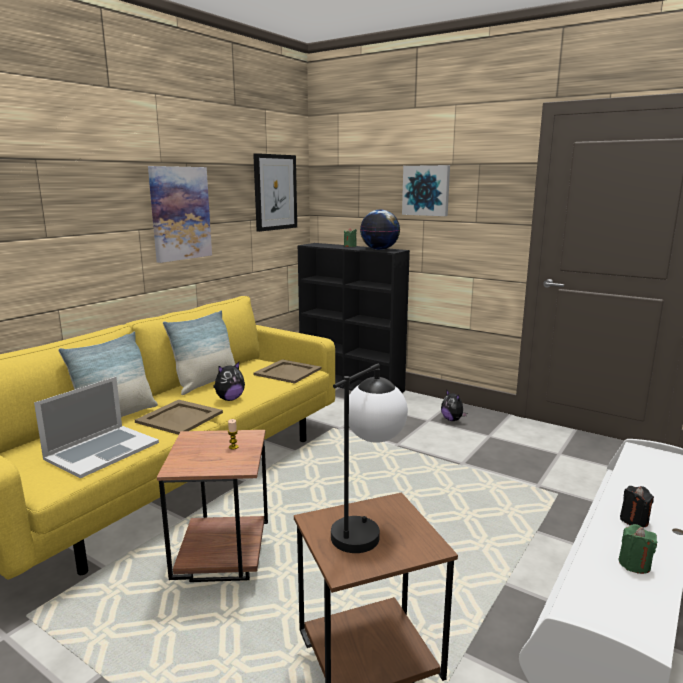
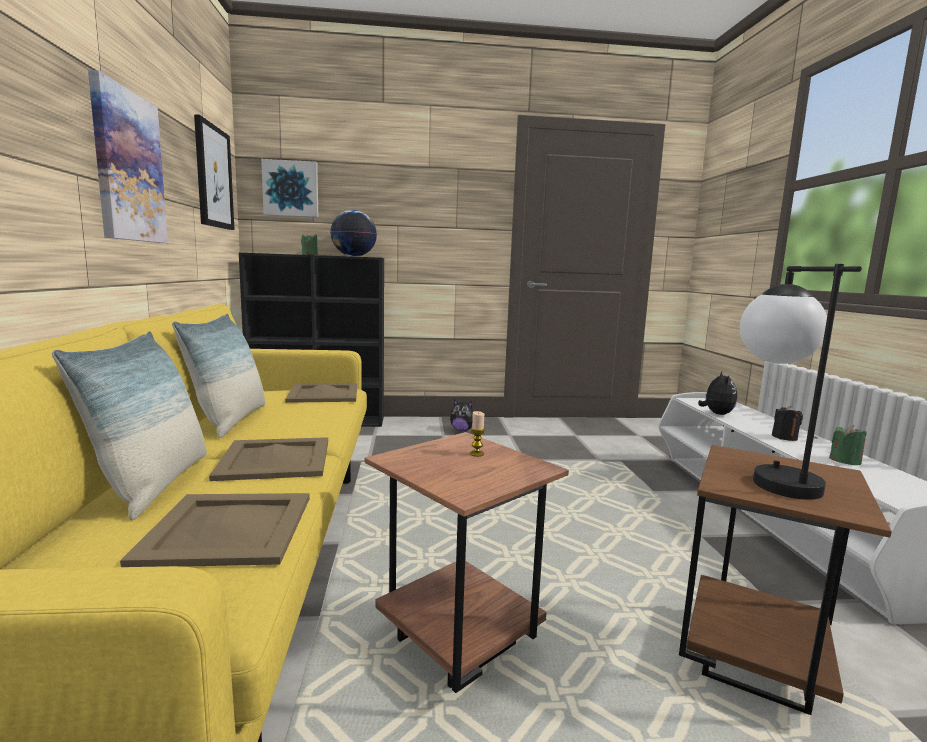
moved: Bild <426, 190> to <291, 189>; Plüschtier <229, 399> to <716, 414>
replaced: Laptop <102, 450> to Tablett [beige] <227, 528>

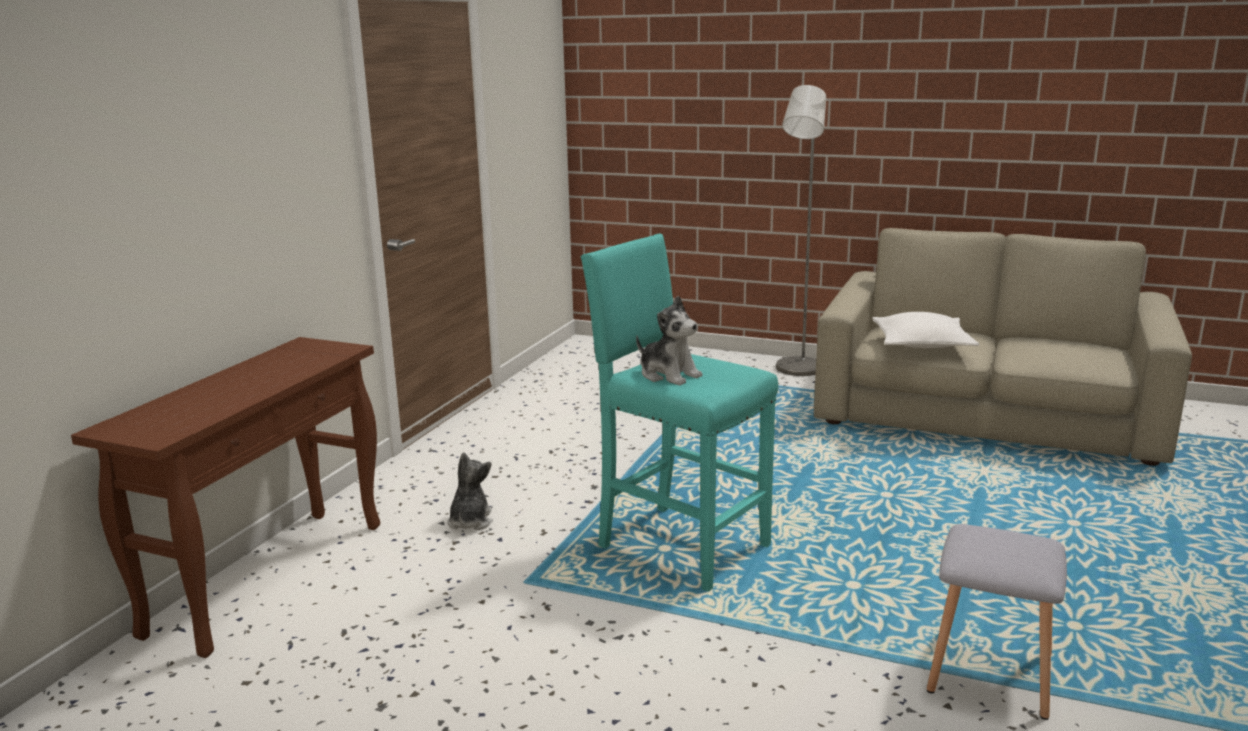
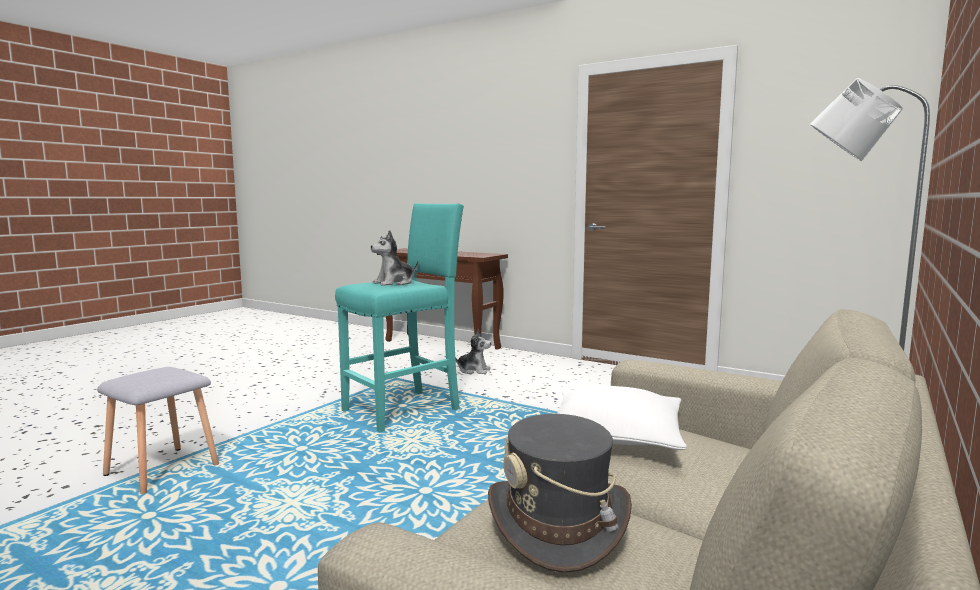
added: Hut [grau] <558, 524>

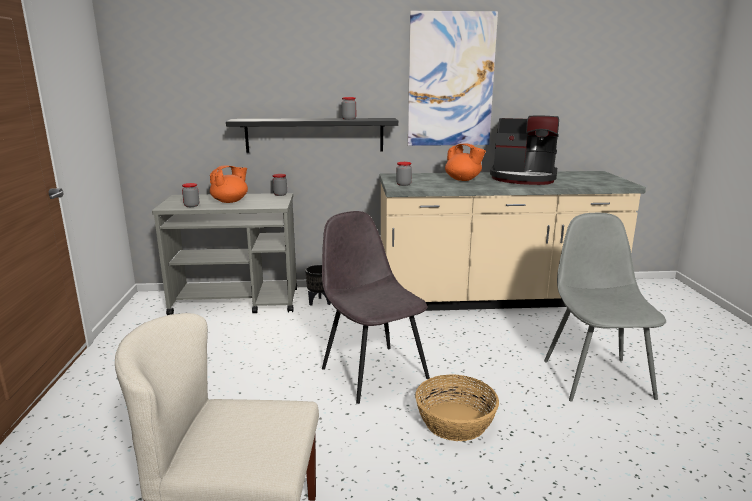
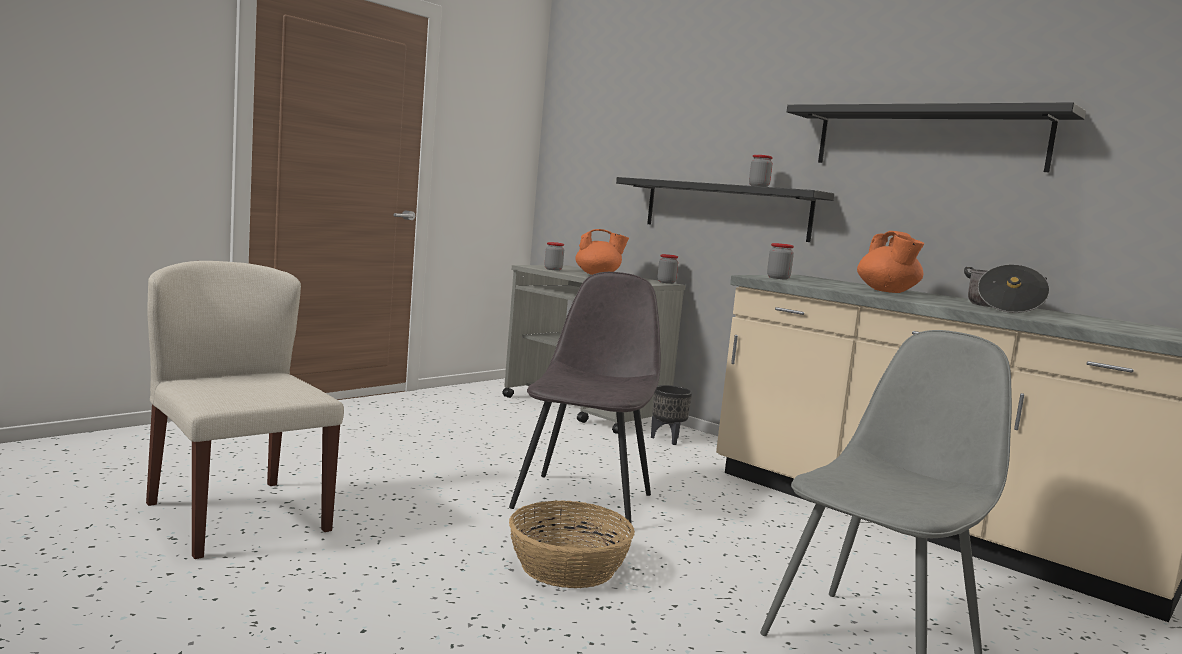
replaced: Bild <451, 80> to Wandregal [schwarz] <928, 139>; Kaffeemaschine <523, 178> to Kochtopf <1001, 308>

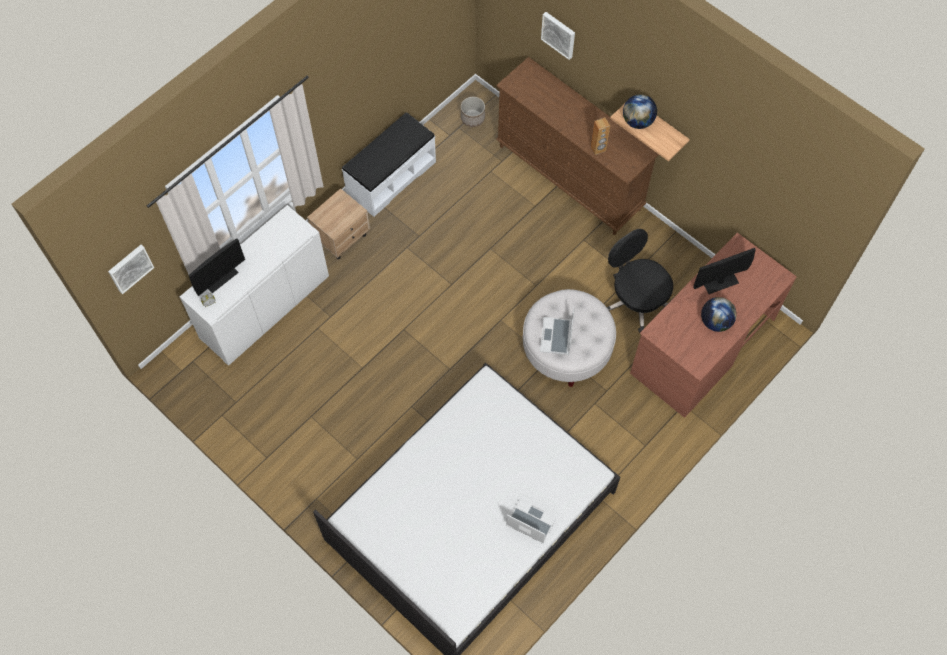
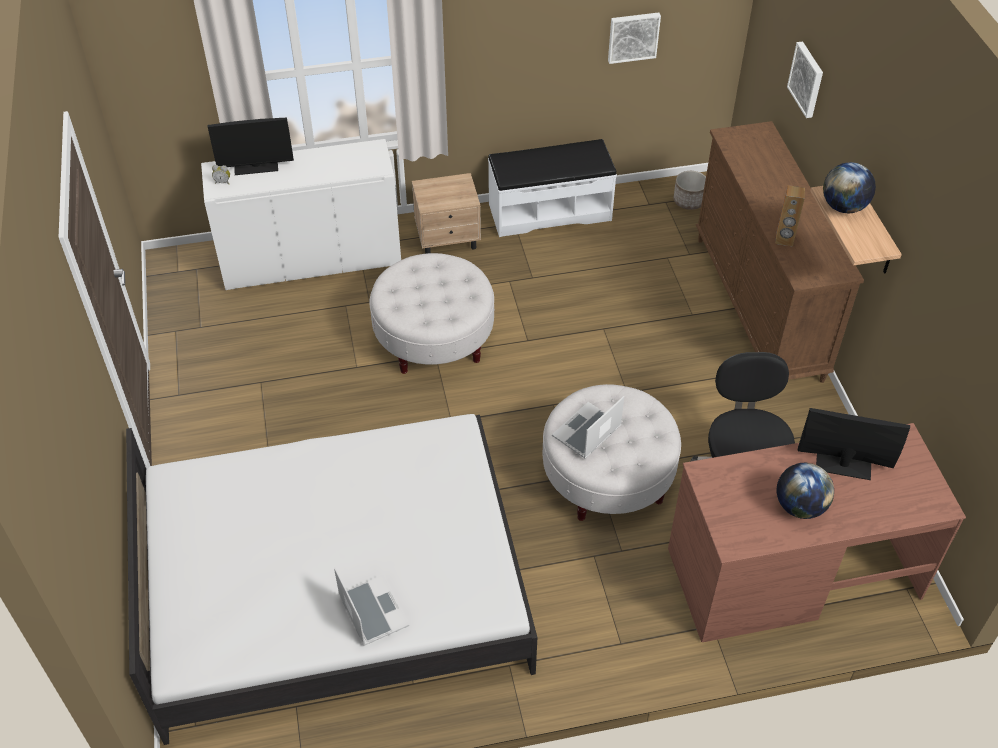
added: Polsterhocker [weiß] <434, 339>
moved: Bild <130, 268> to <633, 36>

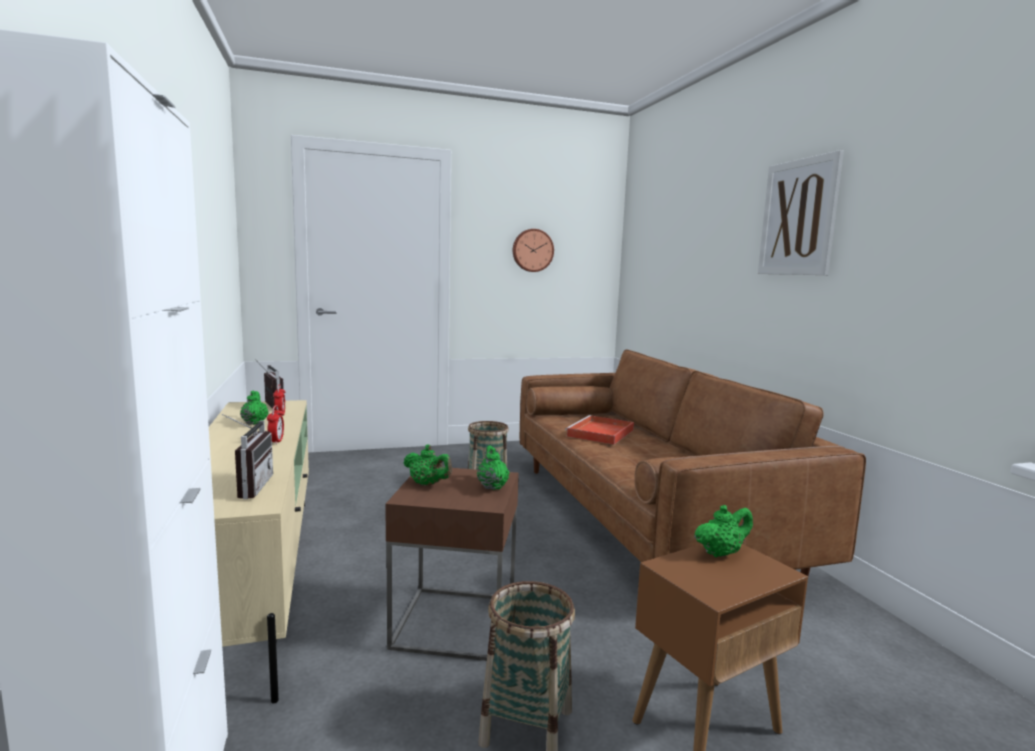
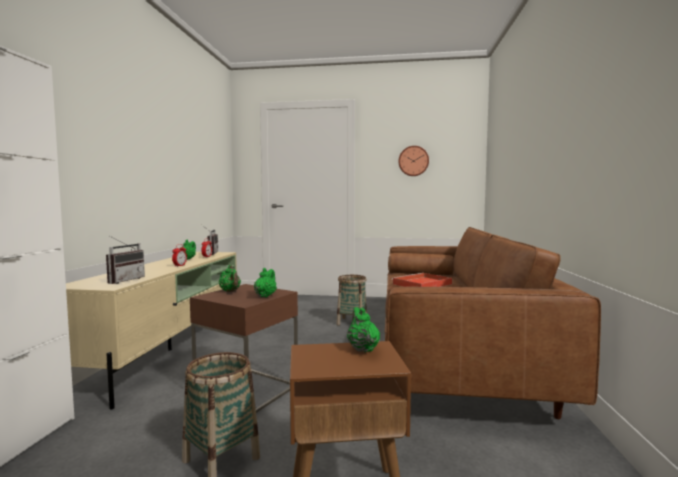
removed: Bild <798, 217>
turned: Teekanne [grün] <721, 553> = <362, 348> 105 degrees counterclockwise

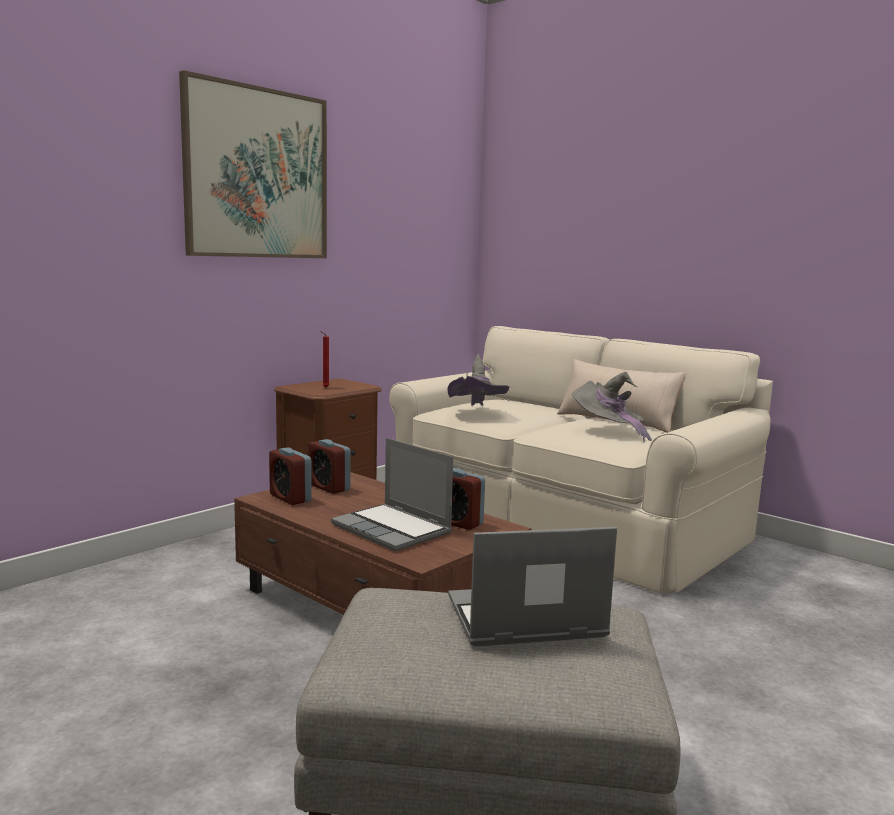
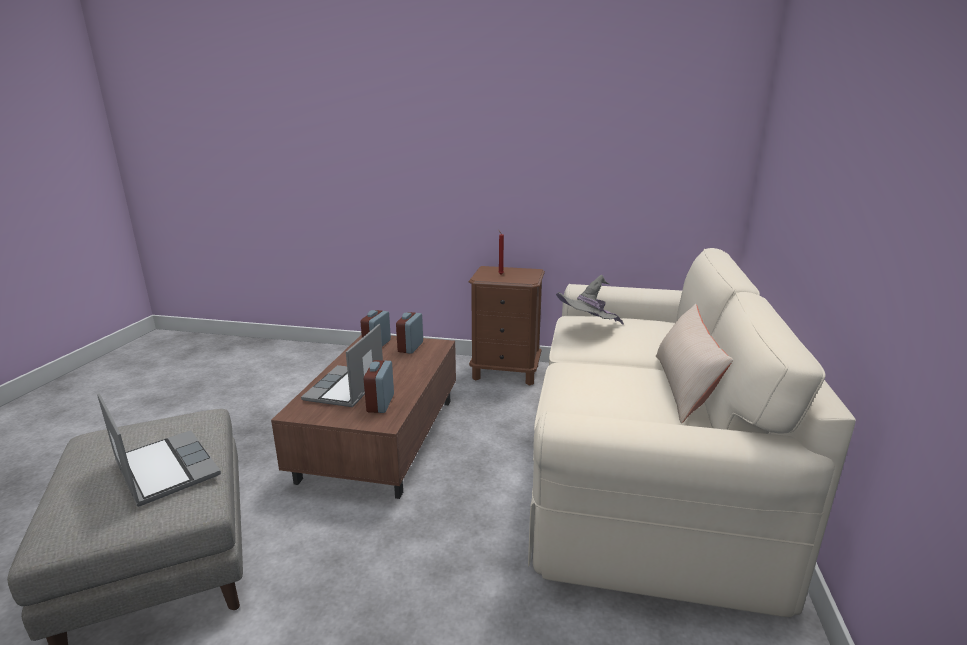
removed: Bild <257, 174>; Hut [grau] <608, 432>

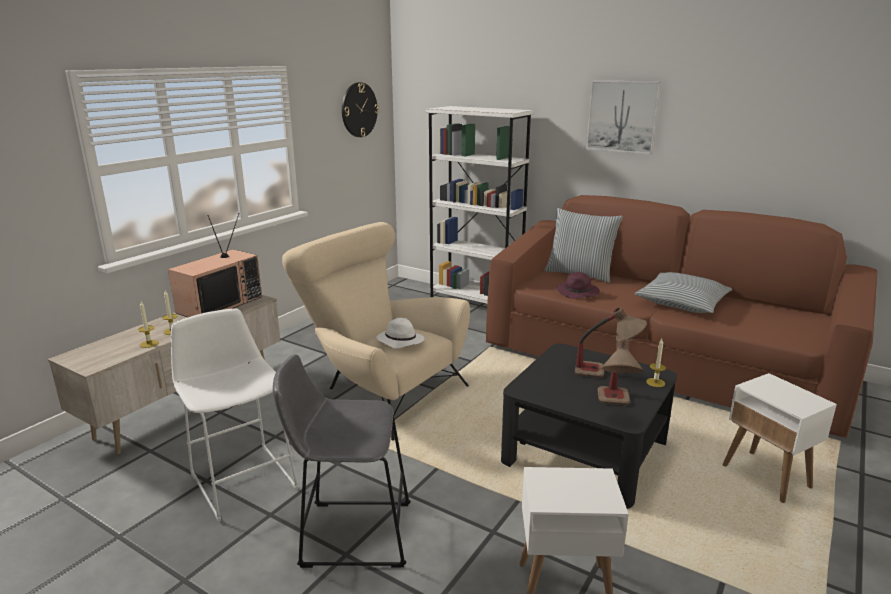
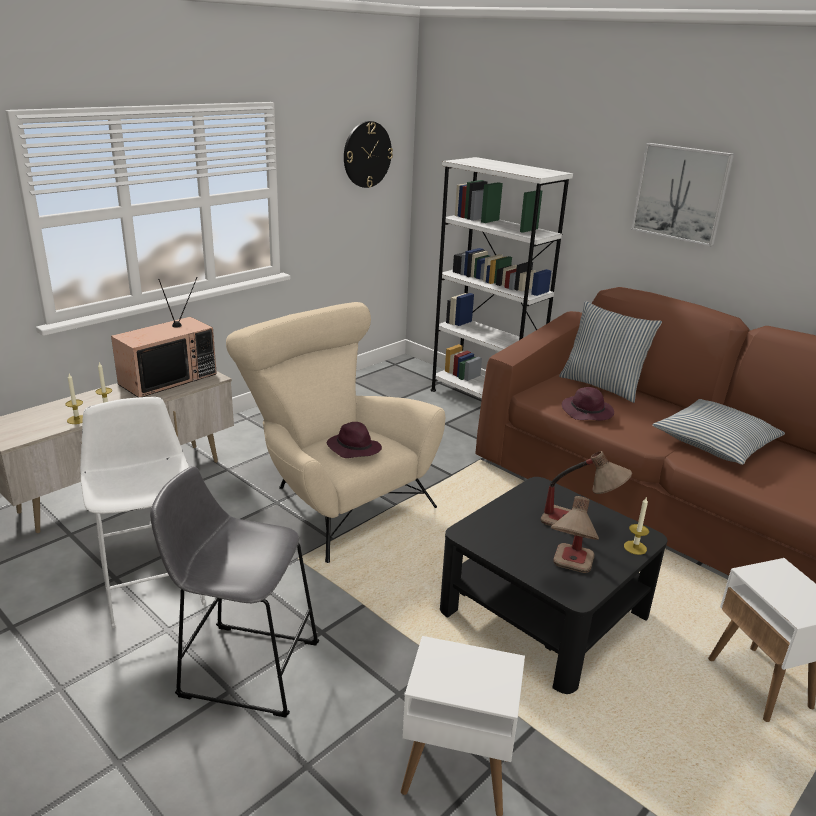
recoloured: Hut [weiß] <399, 341> to Hut [lila] <353, 448>

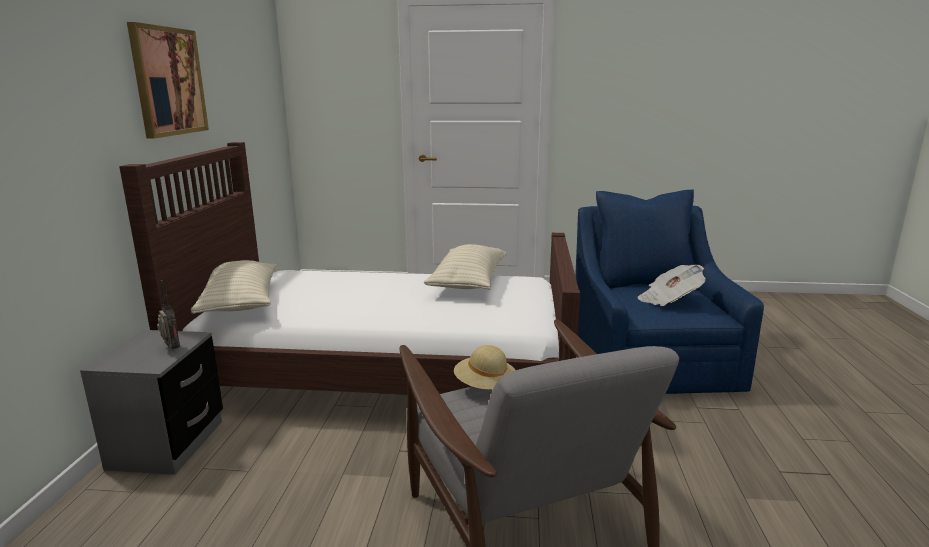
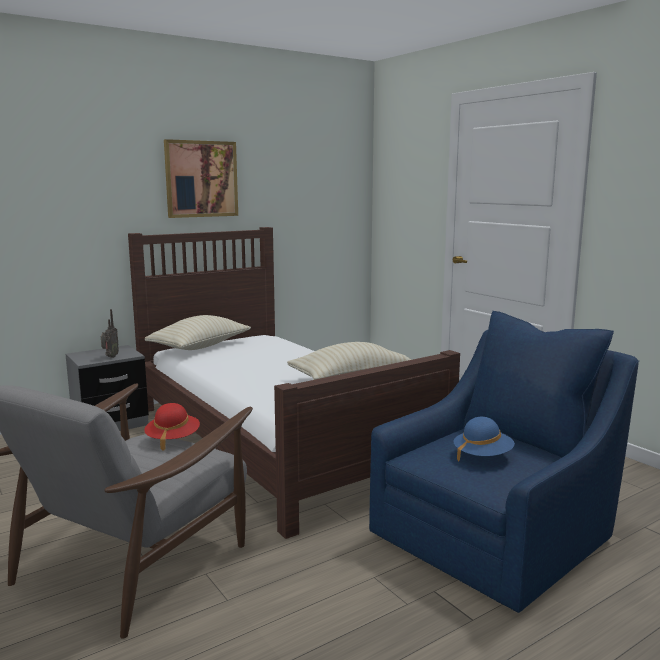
replaced: Zeitung <669, 300> to Hut [blau] <482, 456>
recoloured: Hut [beige] <484, 386> to Hut [rot] <173, 439>

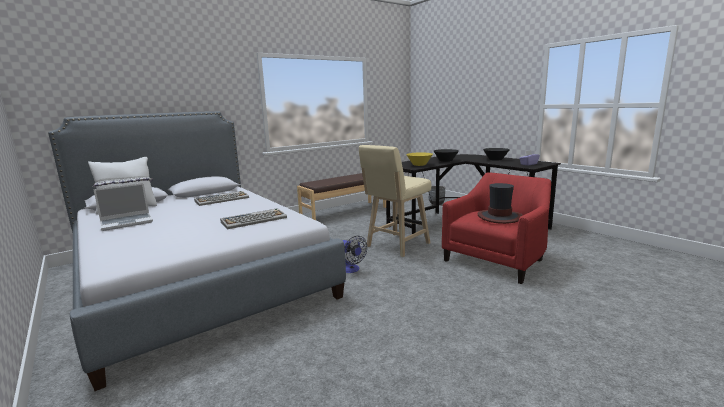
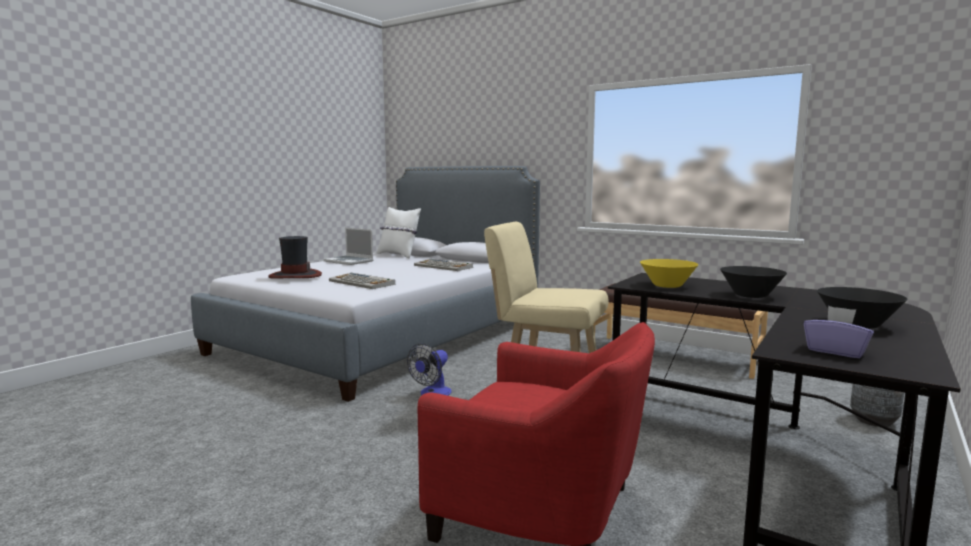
moved: Hut <499, 217> to <295, 275>

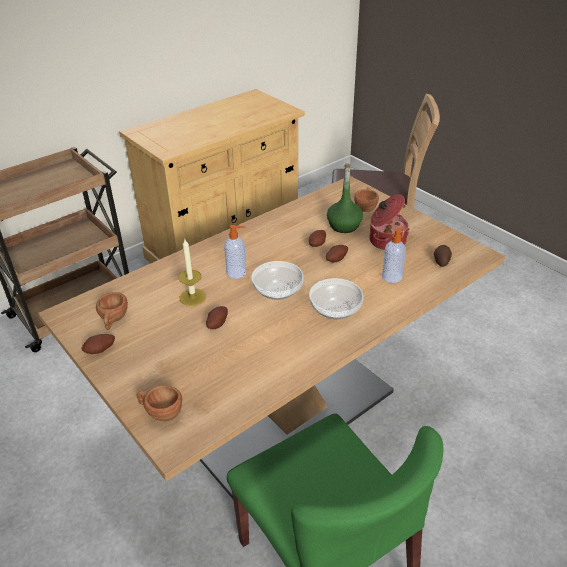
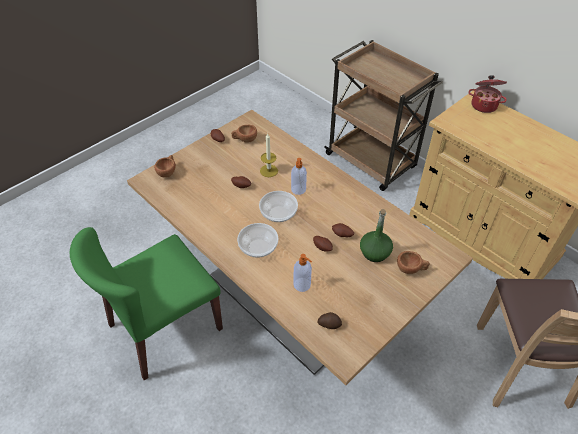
moved: Kochtopf <386, 241> to <484, 105>

